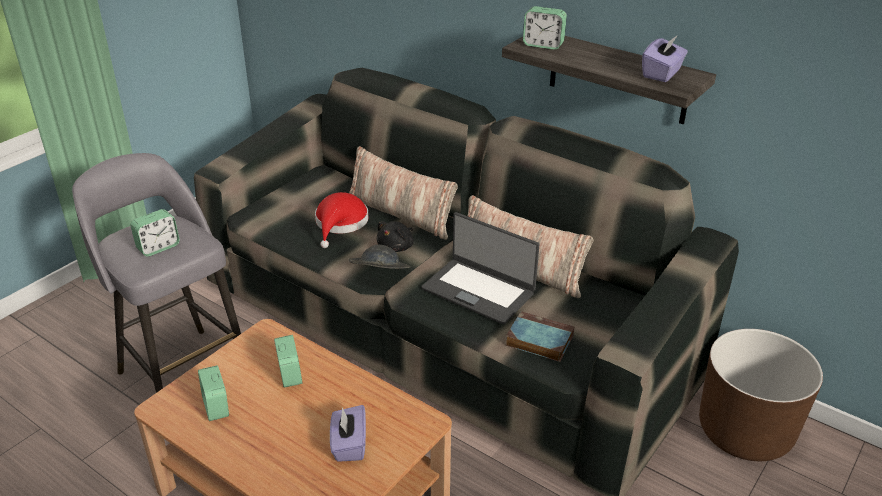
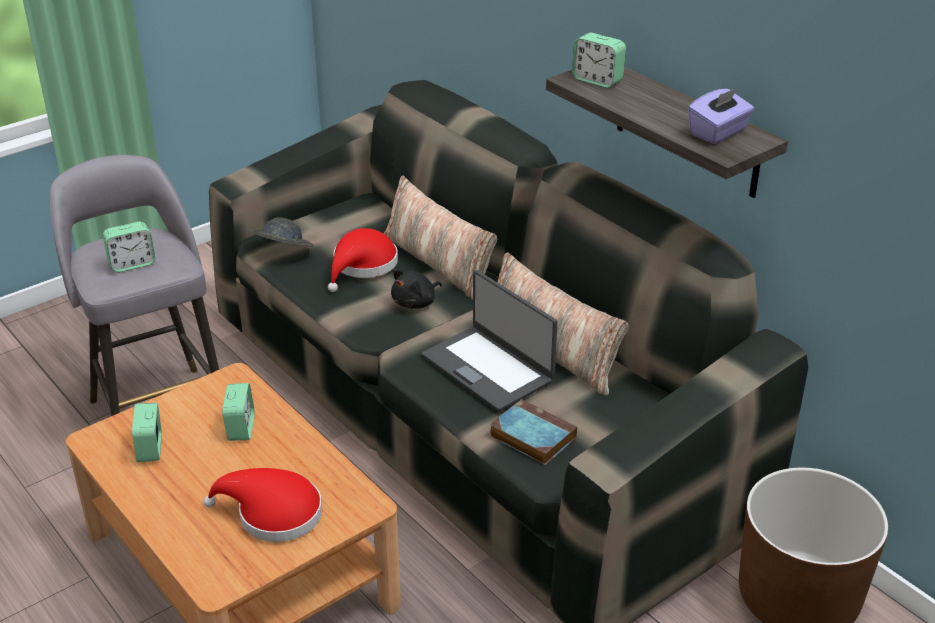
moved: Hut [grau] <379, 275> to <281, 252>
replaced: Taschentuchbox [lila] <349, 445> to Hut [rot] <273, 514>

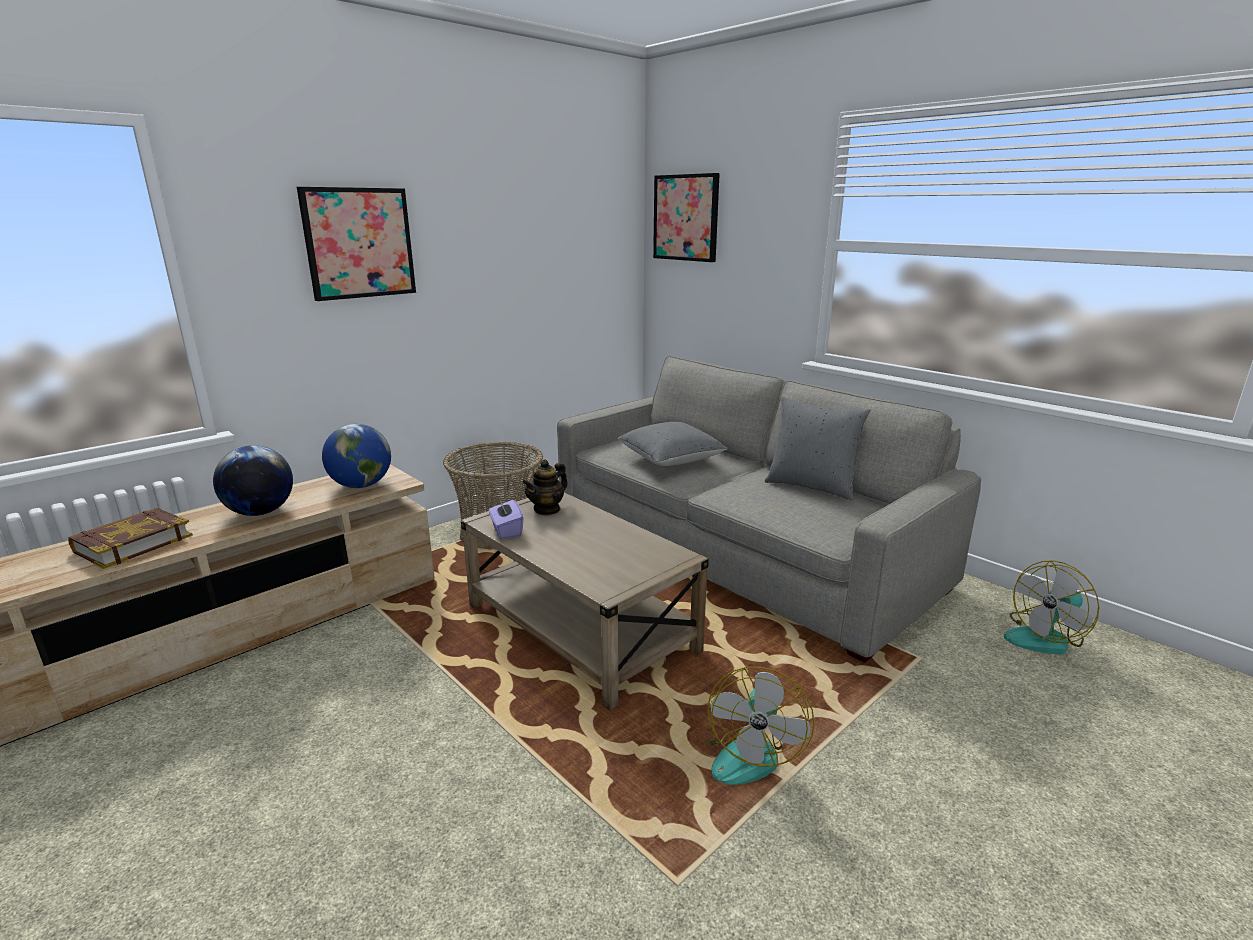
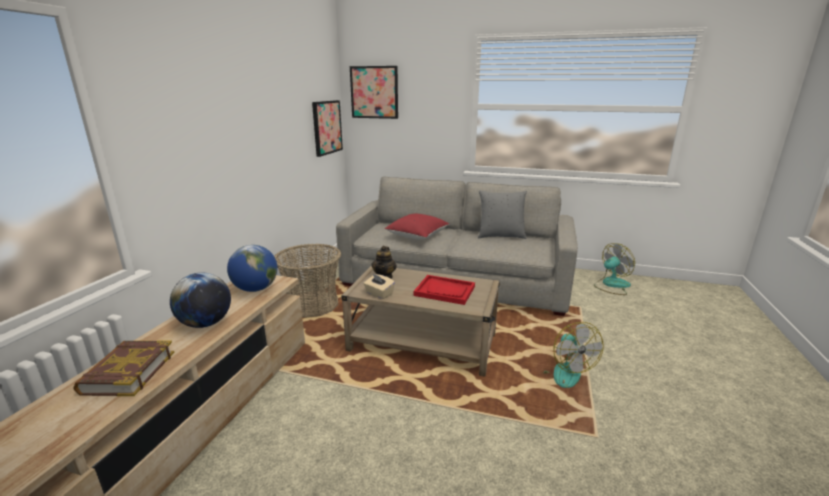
added: Tablett [rot] <445, 291>
moved: Bild <359, 243> to <326, 127>
recoloured: Taschentuchbox [lila] <506, 531> to Taschentuchbox [beige] <379, 294>; Kissen [grau] <671, 460> to Kissen [rot] <417, 236>
turned: Ventilator <1045, 638> = <611, 285> 150 degrees counterclockwise

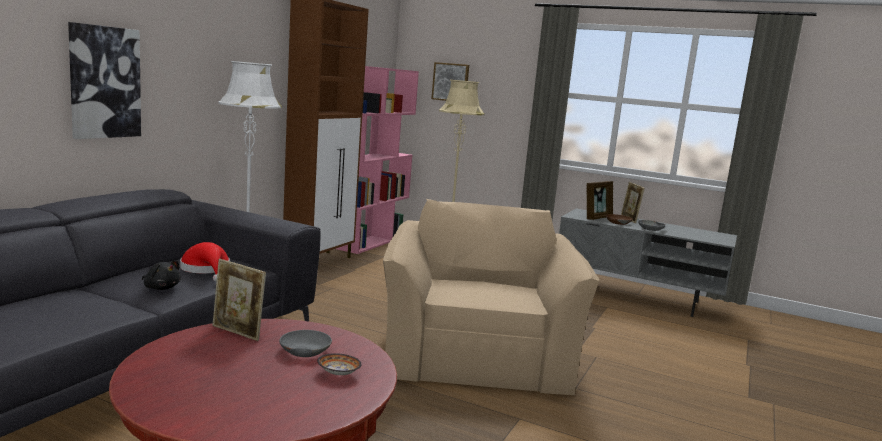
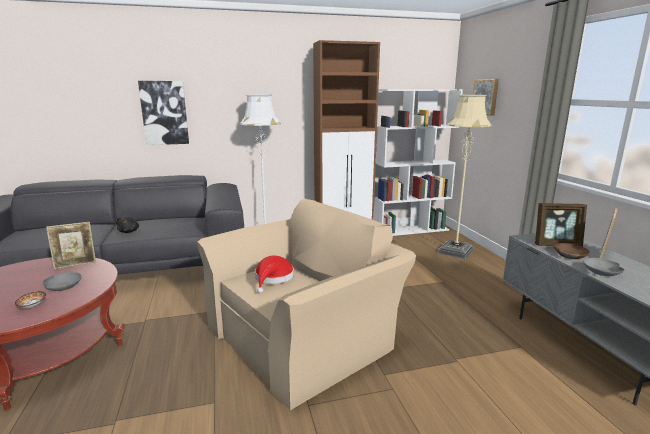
moved: Hut [rot] <206, 269> to <273, 278>
recoloured: Bücherregal [rosa] <372, 242> to Bücherregal [weiß] <411, 230>
turned: Bilderrahmen <237, 332> = <76, 265> 105 degrees counterclockwise

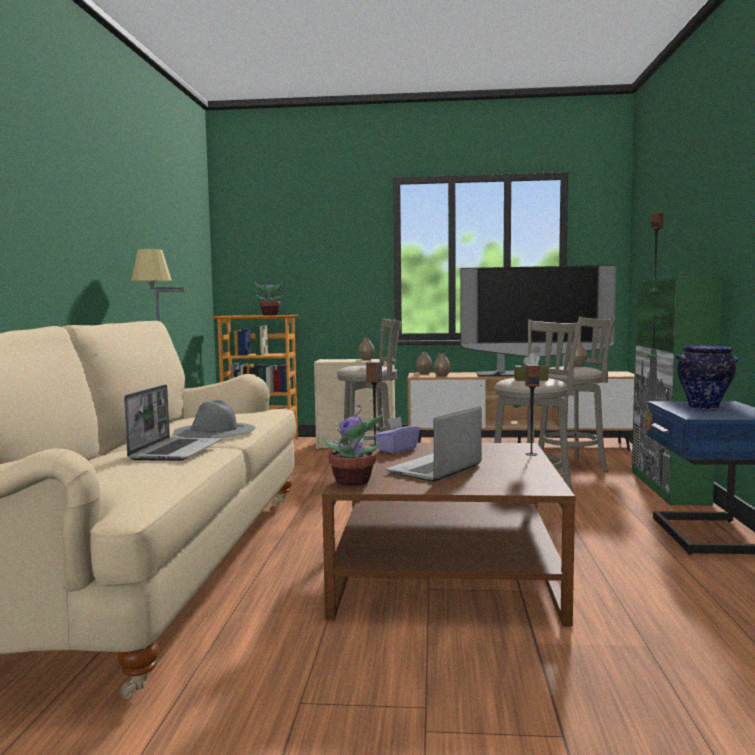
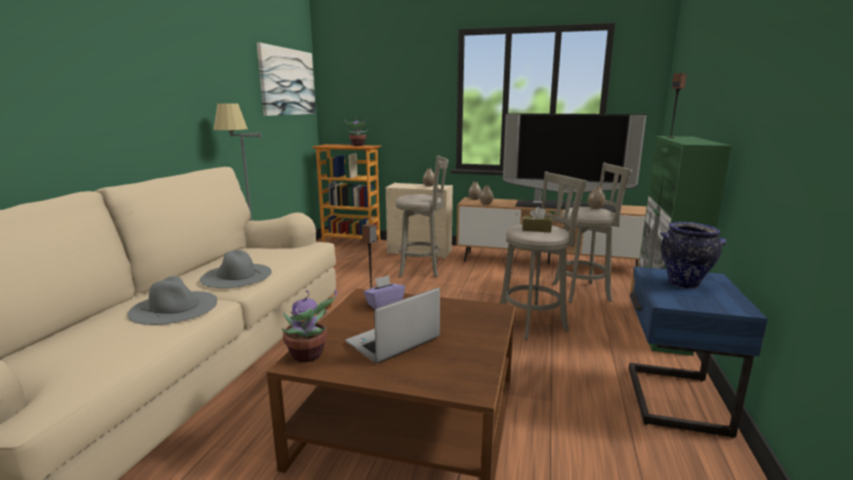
removed: Lautsprecher <531, 454>
added: Bild <287, 82>
replaced: Laptop <176, 451> to Hut [grau] <174, 307>

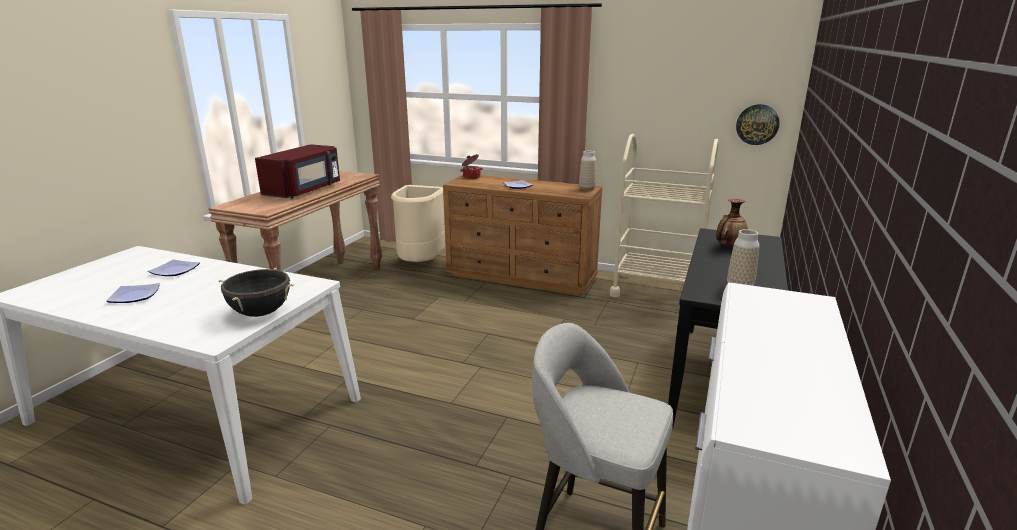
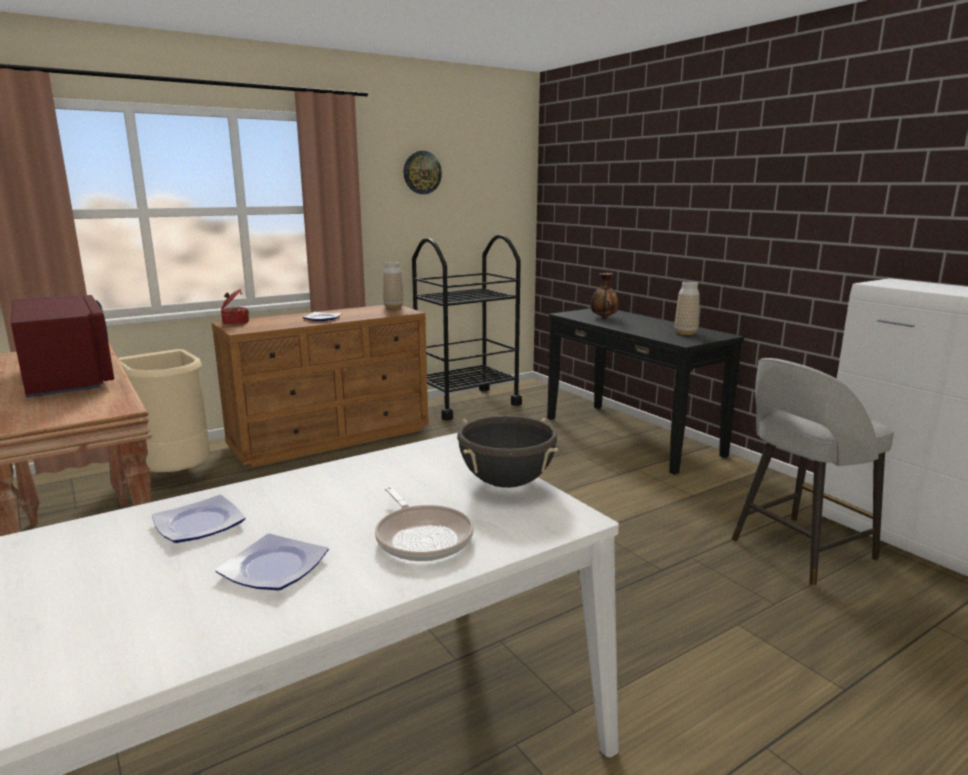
added: Pfanne <422, 537>
moved: Wanduhr <757, 124> to <422, 172>
recoloured: Rollwagen [beige] <656, 290> to Rollwagen [schwarz] <466, 403>

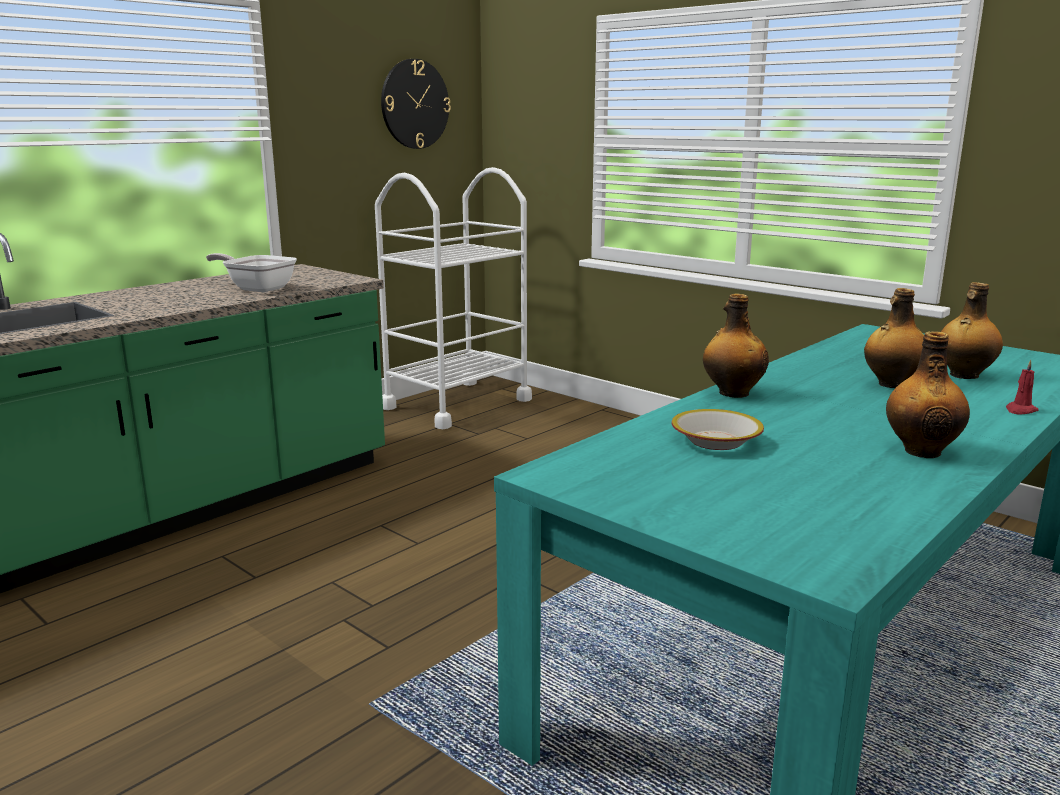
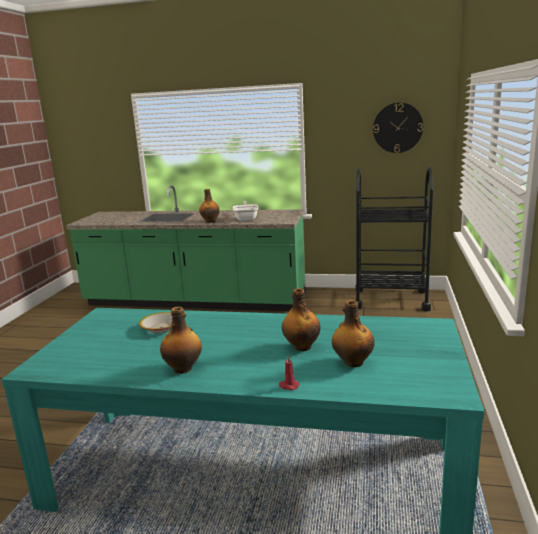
moved: Flasche <732, 393> to <210, 221>
recoloured: Rollwagen [weiß] <457, 404> to Rollwagen [schwarz] <390, 299>

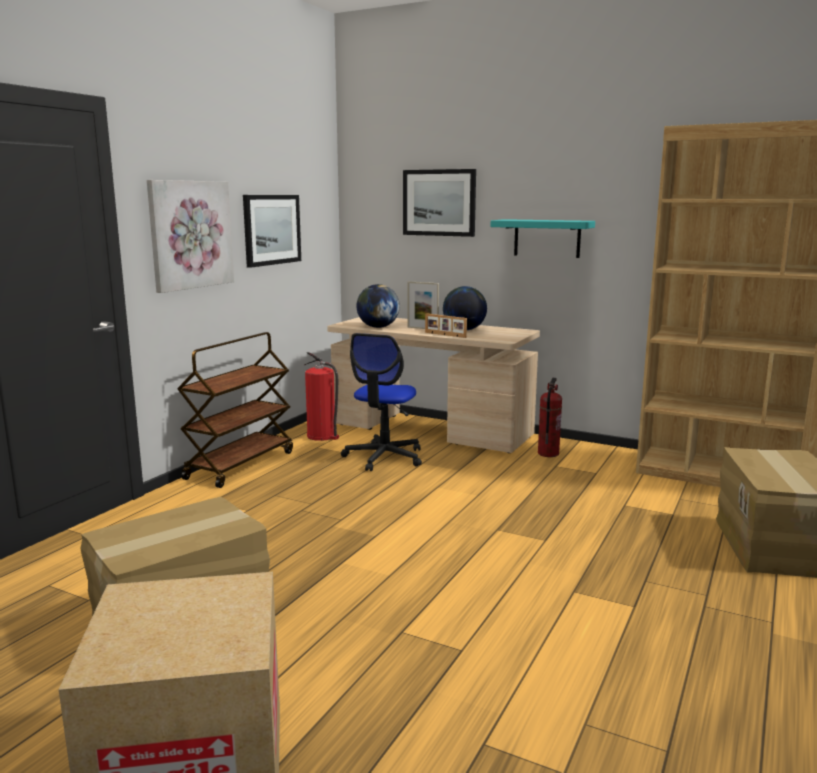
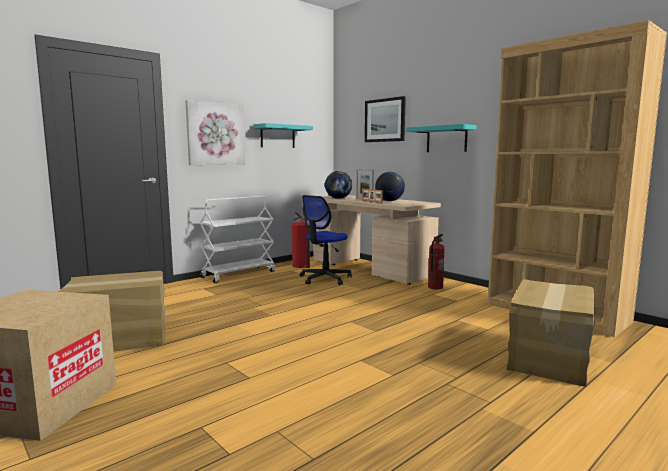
replaced: Bild <272, 229> to Wandregal [türkis] <277, 136>
recoloured: Rollwagen [braun] <240, 465> to Rollwagen [weiß] <239, 274>

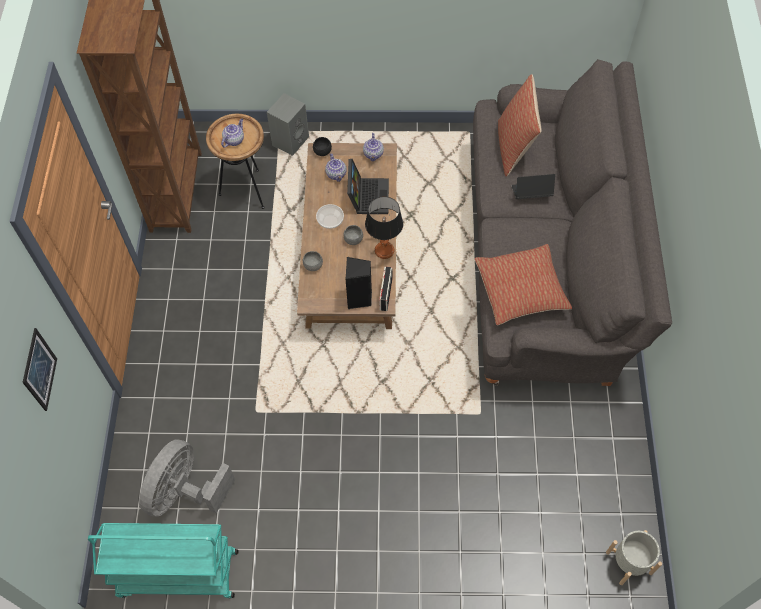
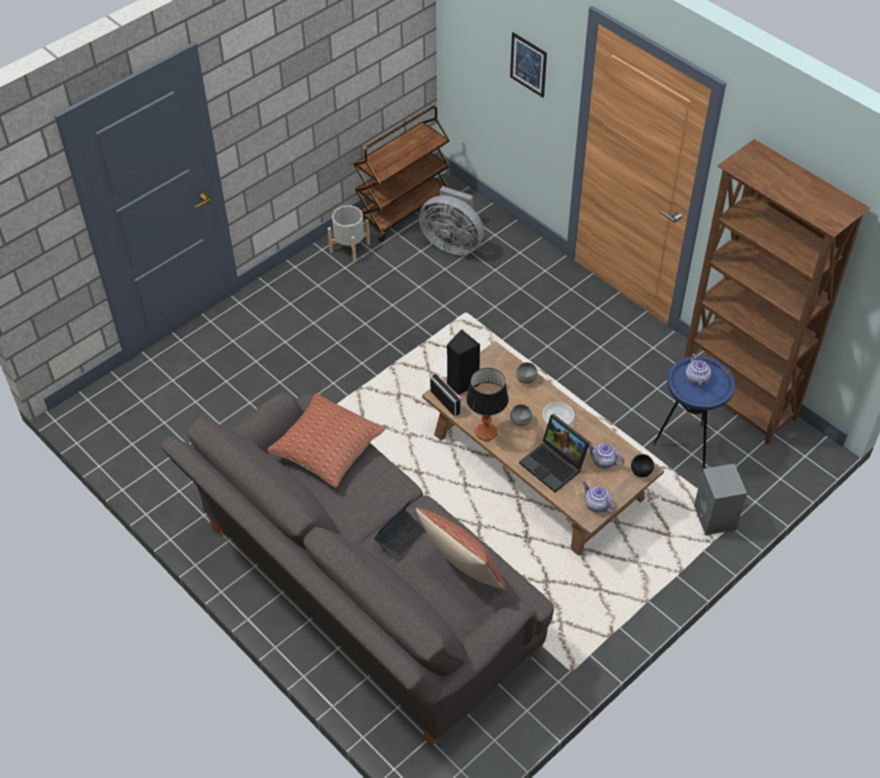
moved: Pflanzkübel [grau] <628, 563> to <350, 247>
recoloured: Rollwagen [türkis] <177, 574> to Rollwagen [braun] <403, 209>; Beistelltisch [braun] <246, 190> to Beistelltisch [blau] <686, 446>
turned: Ventilator [grau] <185, 492> = <452, 243> 135 degrees clockwise

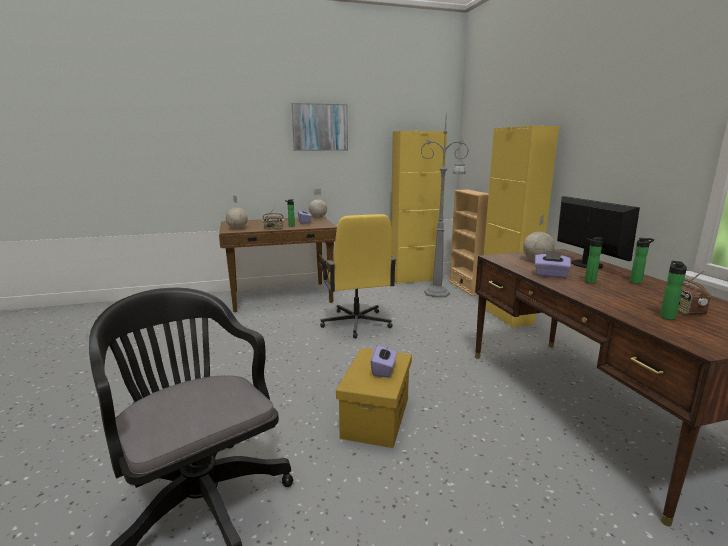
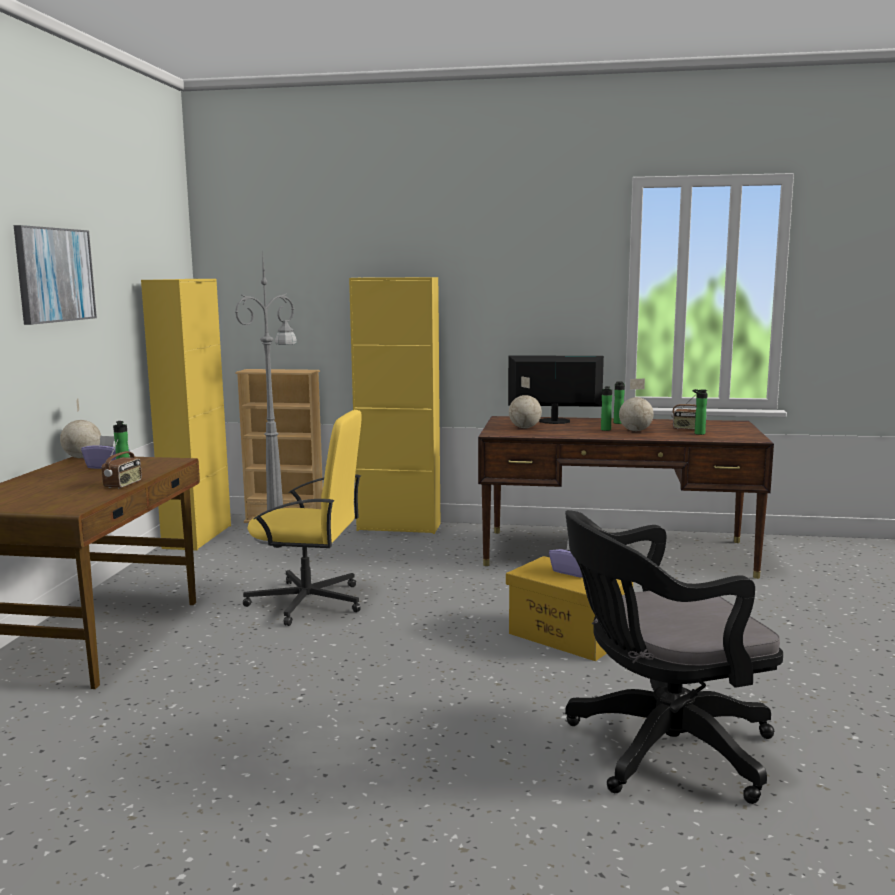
removed: Taschentuchbox [lila] <550, 275>
moved: Globus <237, 228> to <635, 430>

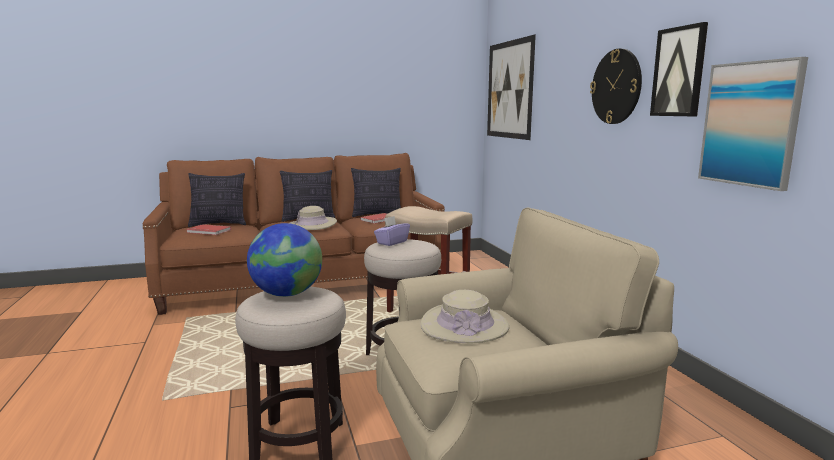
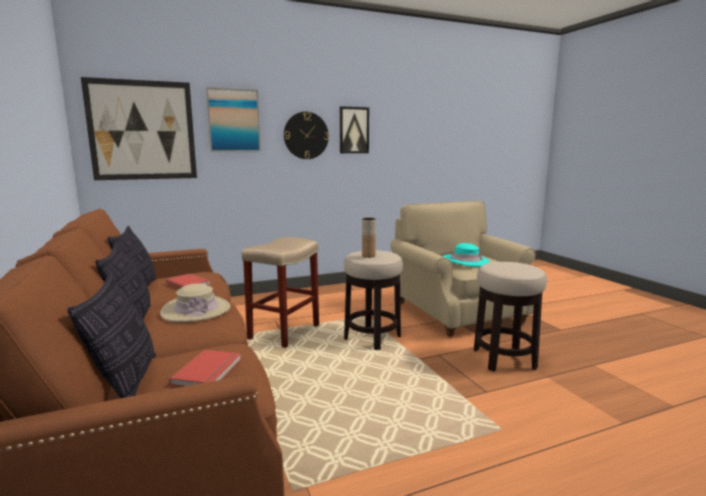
removed: Globus <287, 294>
moved: Bild <750, 124> to <233, 120>
replaced: Taschentuchbox [lila] <391, 242> to Vase [braun] <368, 256>
recoloured: Hut [beige] <464, 325> to Hut [türkis] <465, 261>

